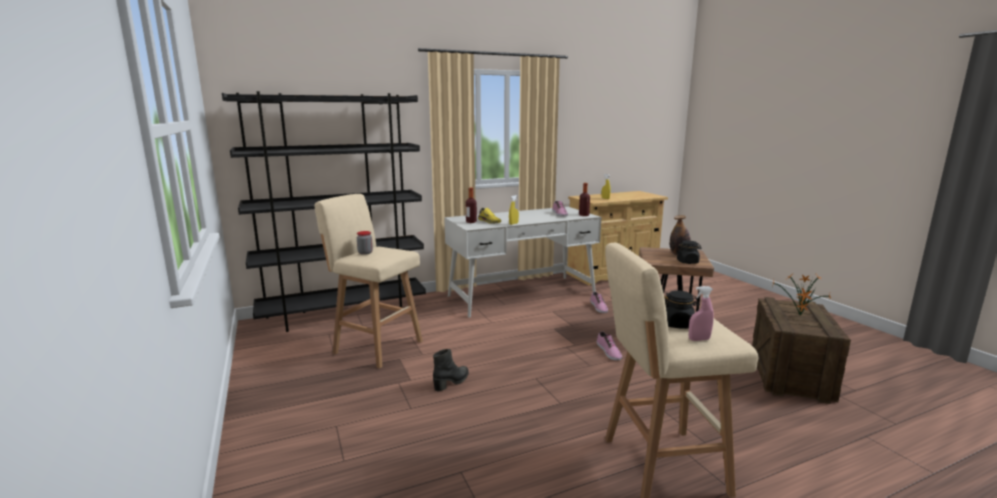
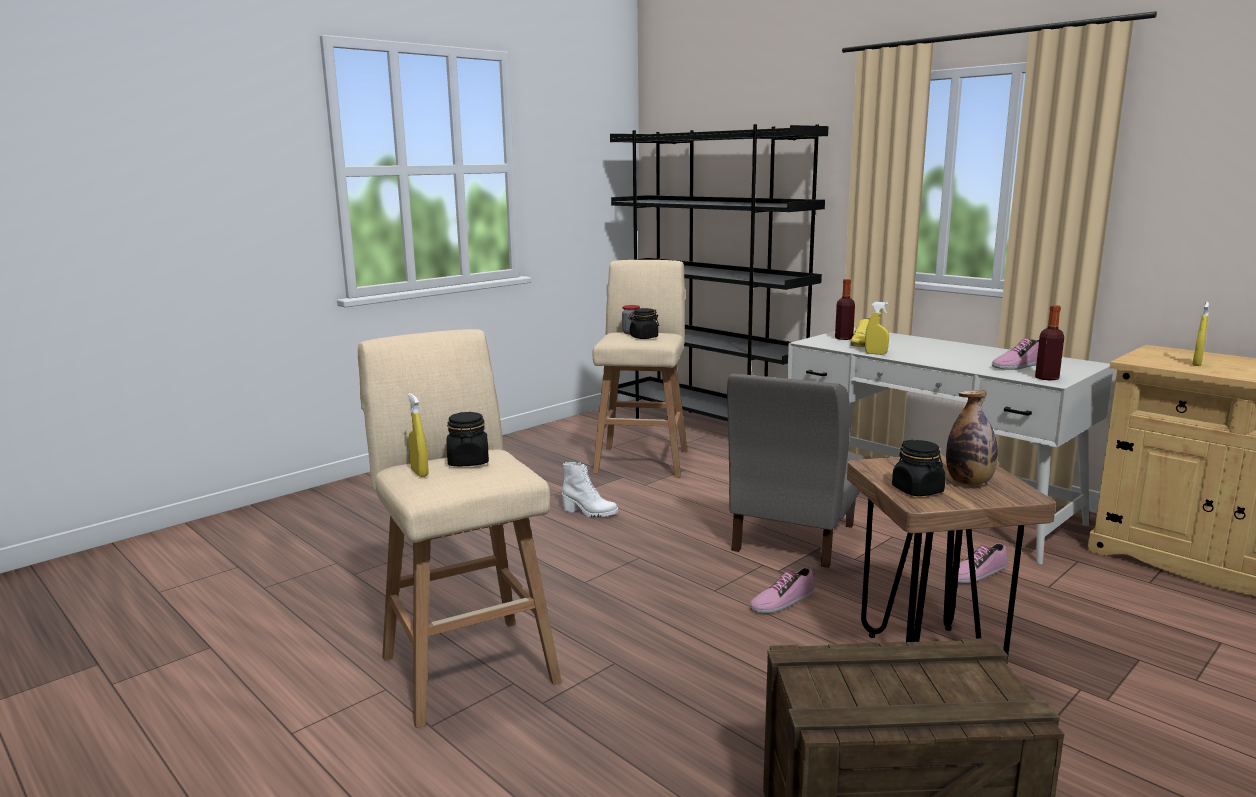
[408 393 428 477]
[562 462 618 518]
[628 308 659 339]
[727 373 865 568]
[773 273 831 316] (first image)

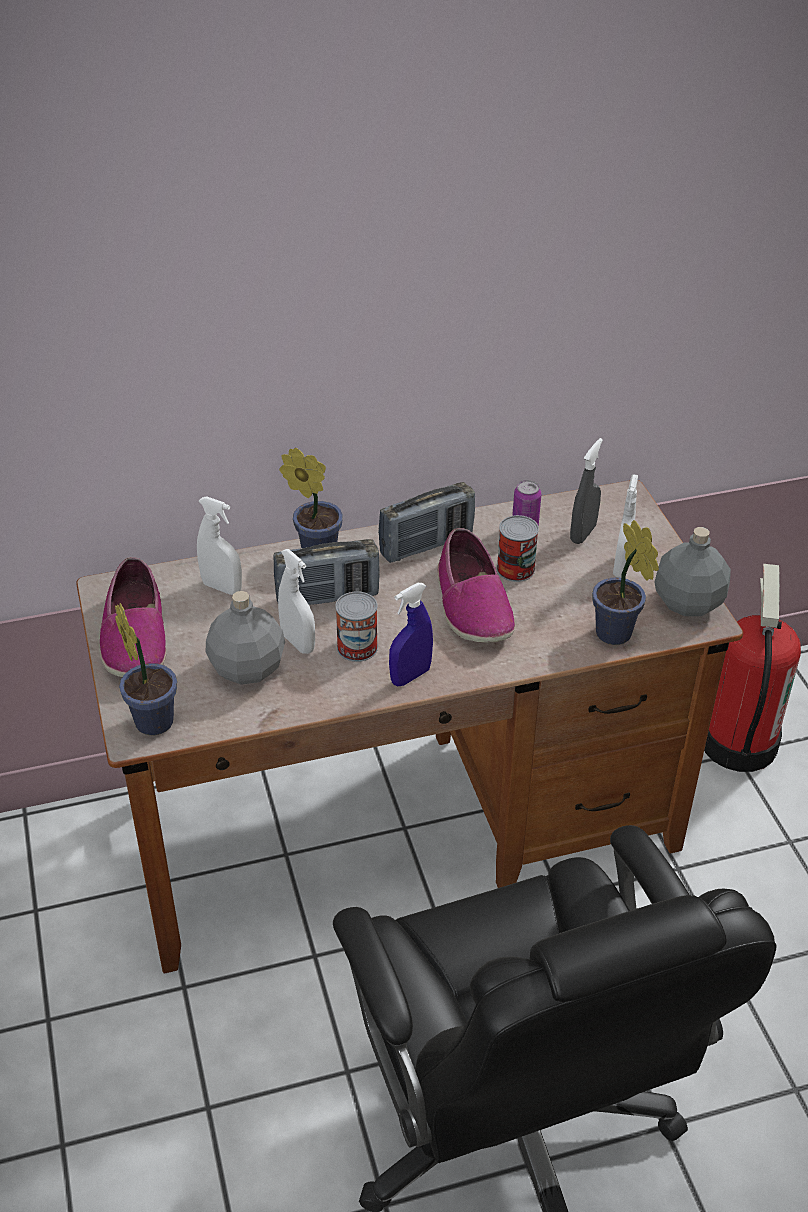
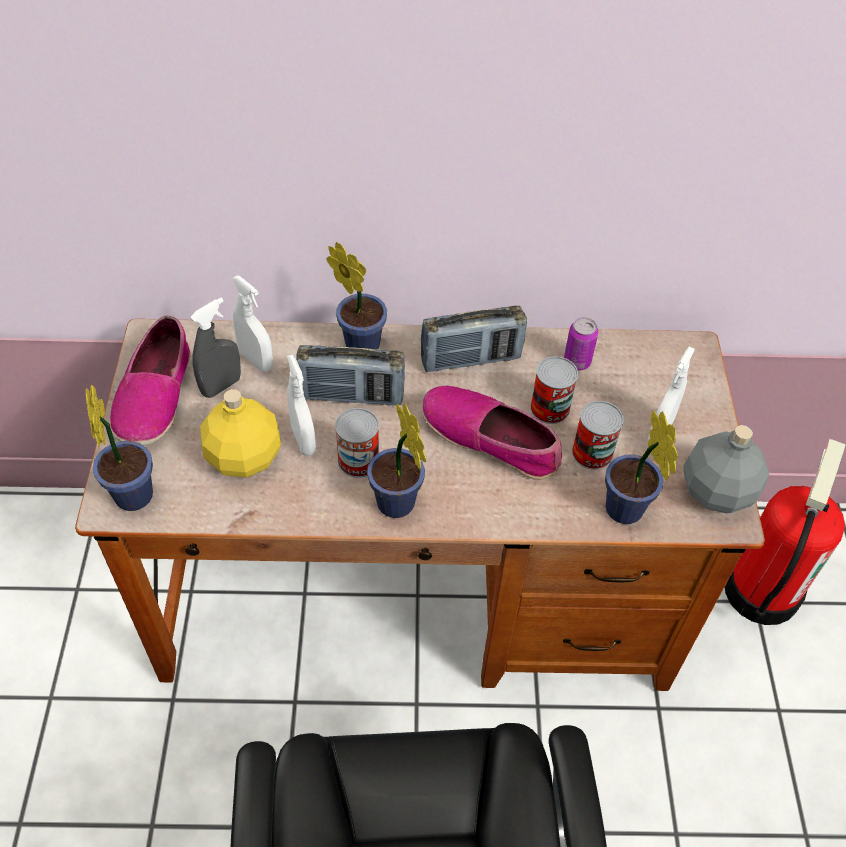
[190 297 241 398]
[200 389 281 478]
[367 403 426 518]
[421 386 562 480]
[572 401 624 470]

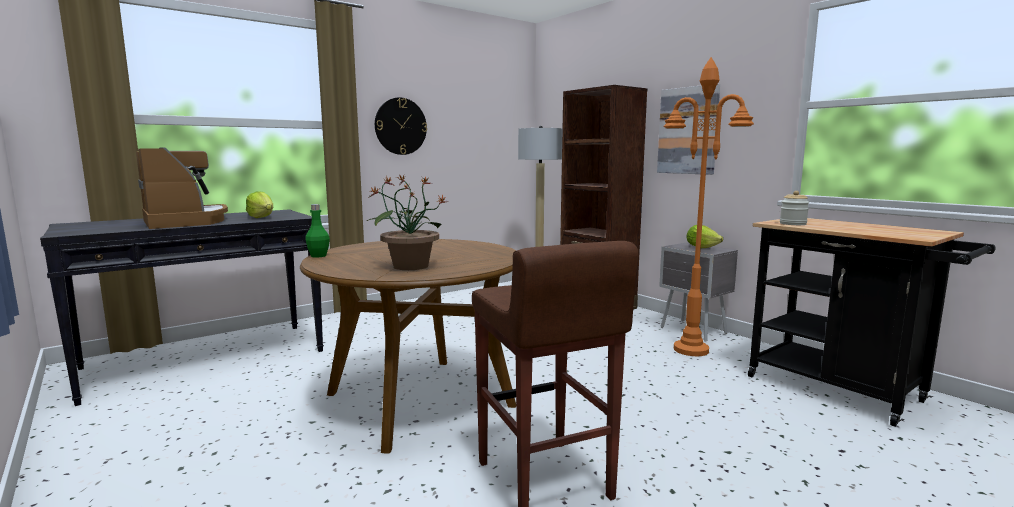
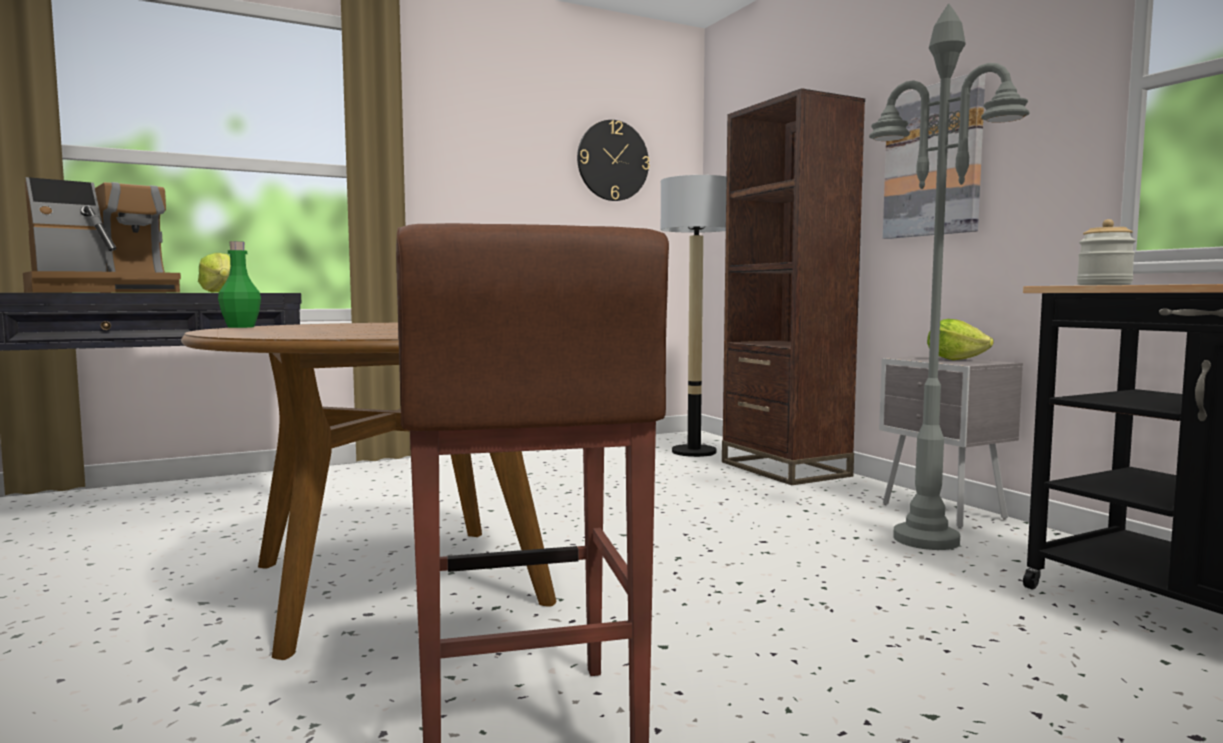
[23 177 181 293]
[577 120 650 201]
[869 4 1029 550]
[367 174 449 270] (first image)

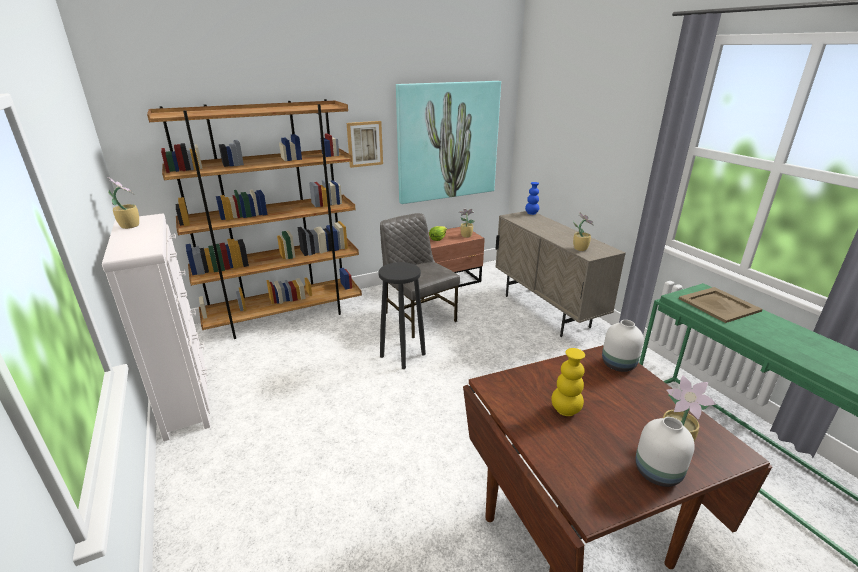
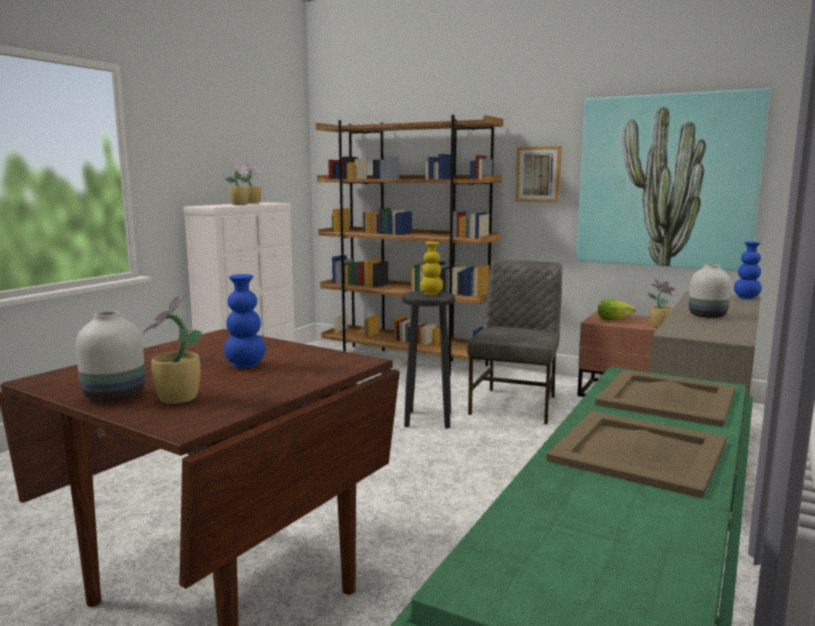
[224 274 266 368]
[225 160 250 205]
[420 242 443 295]
[546 411 726 499]
[689 264 731 318]

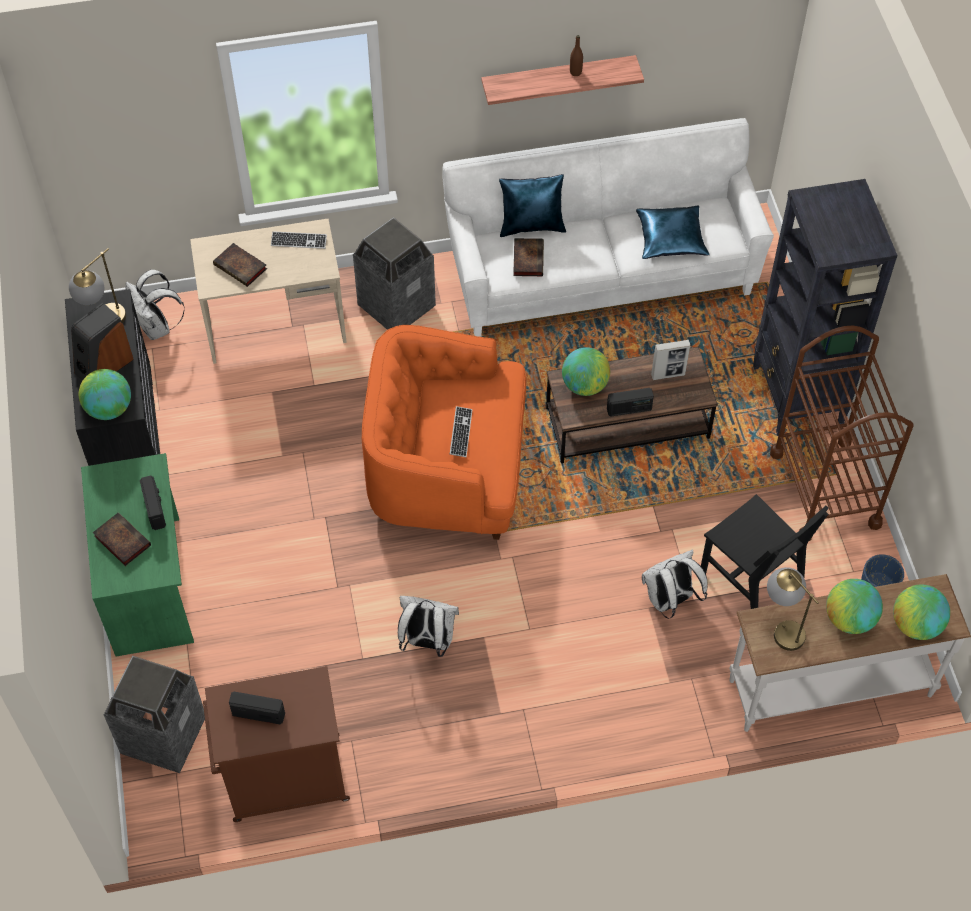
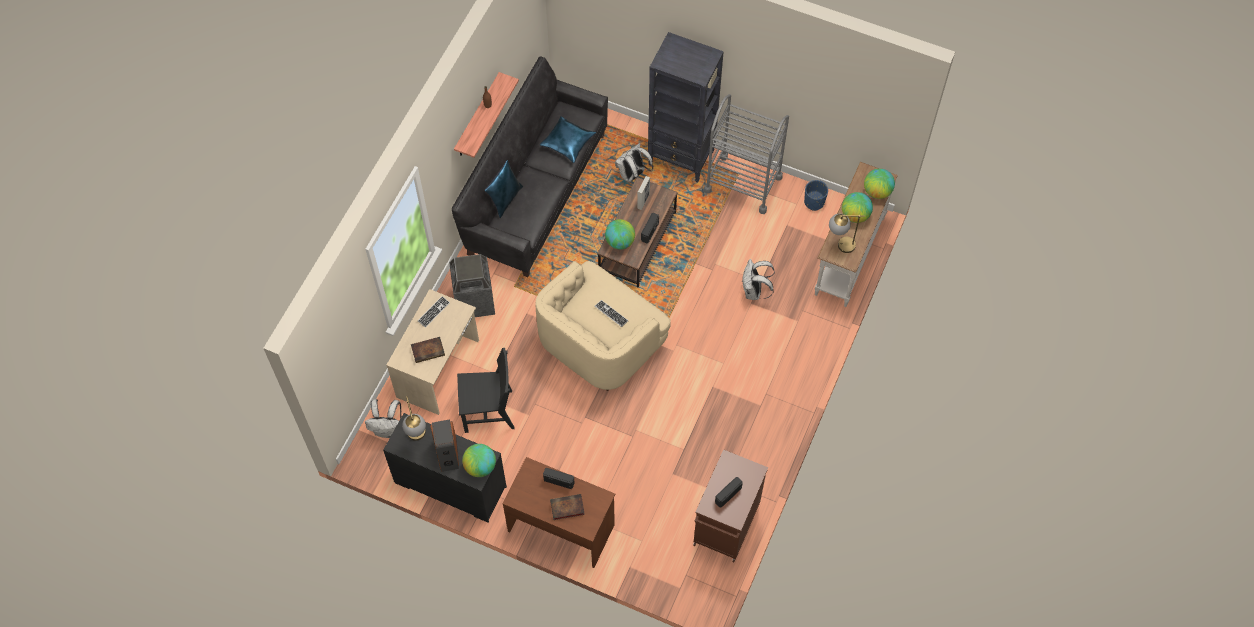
[452 56 608 277]
[457 348 514 433]
[502 457 616 568]
[536 261 671 391]
[615 143 653 184]
[704 94 789 214]
[104 656 205 773] (first image)
[513 238 544 276] (first image)

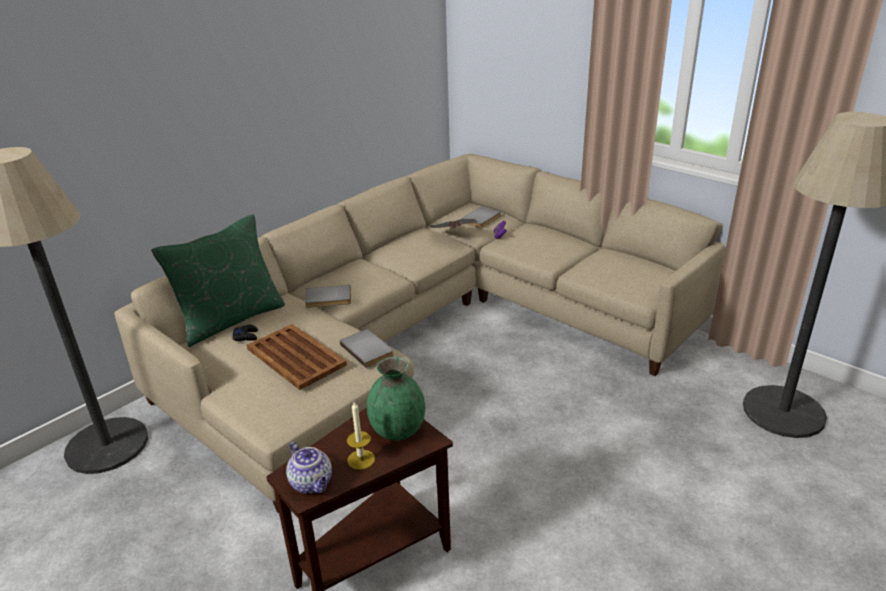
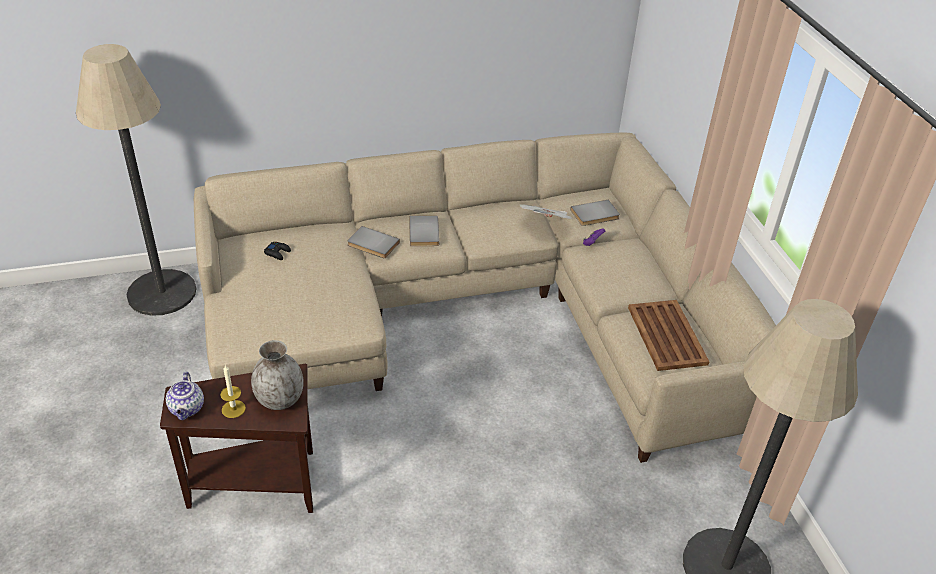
[251 340 303 410]
[409 216 439 246]
[628 300 710 371]
[151 214 285 347] (first image)

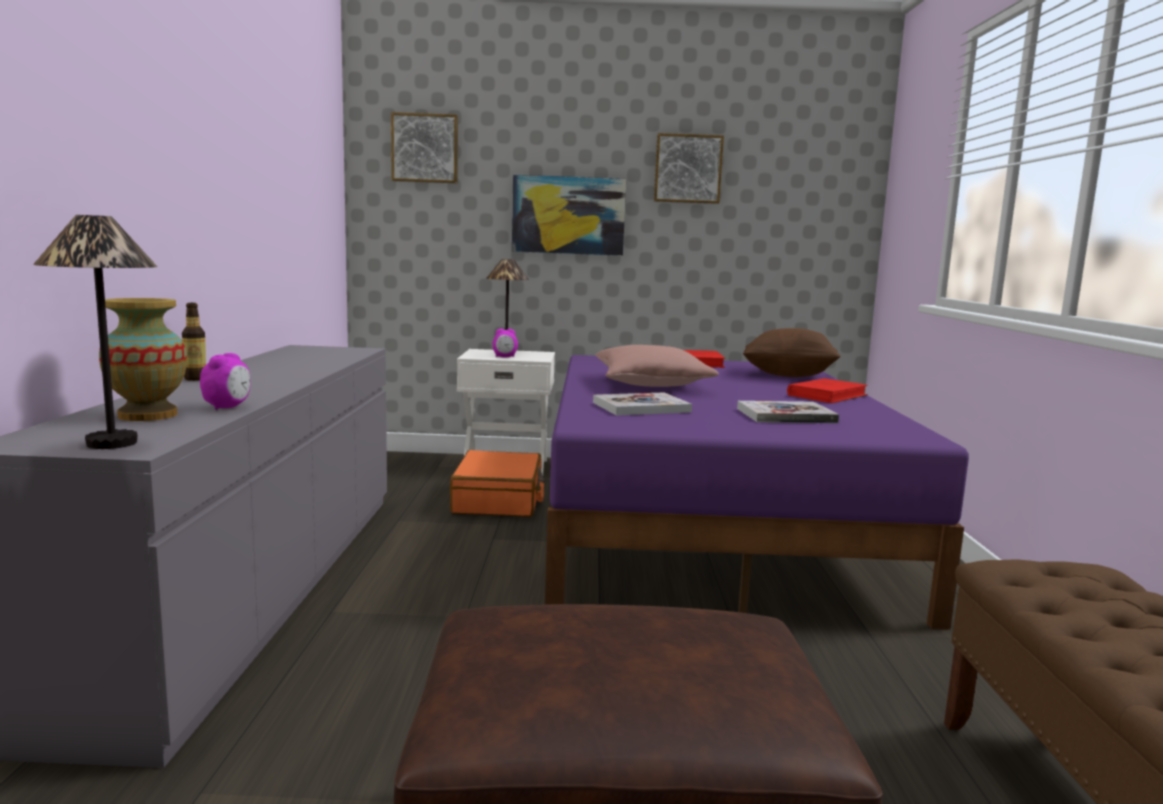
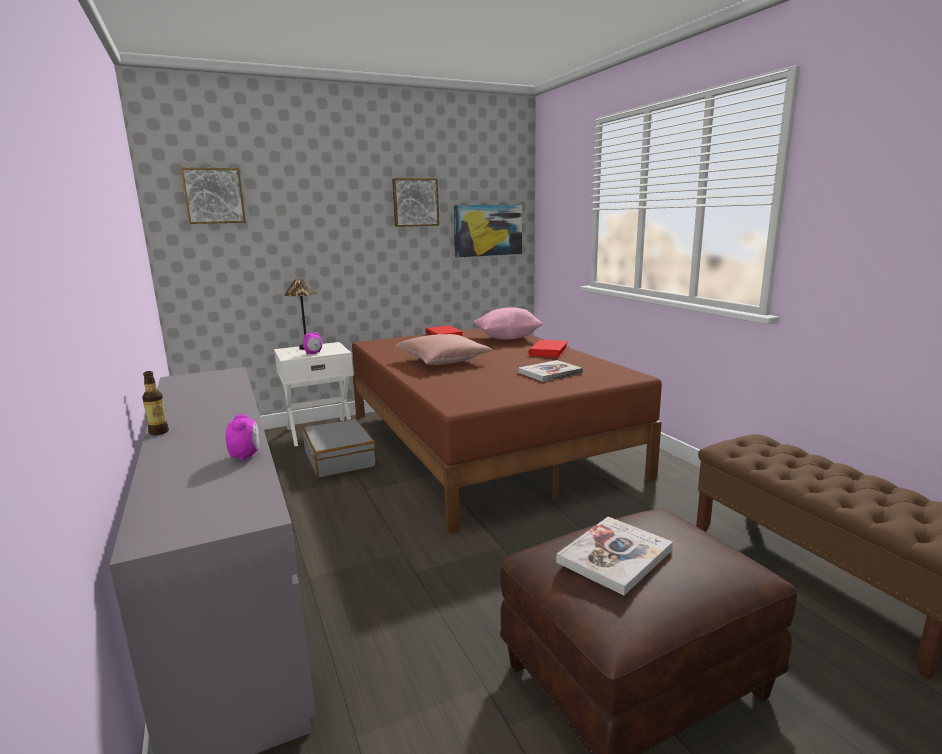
[302 419 377 478]
[352 328 662 533]
[453 204 522 258]
[474 308 543 340]
[556 517 673 596]
[33 215 158 449] (first image)
[99 298 187 421] (first image)

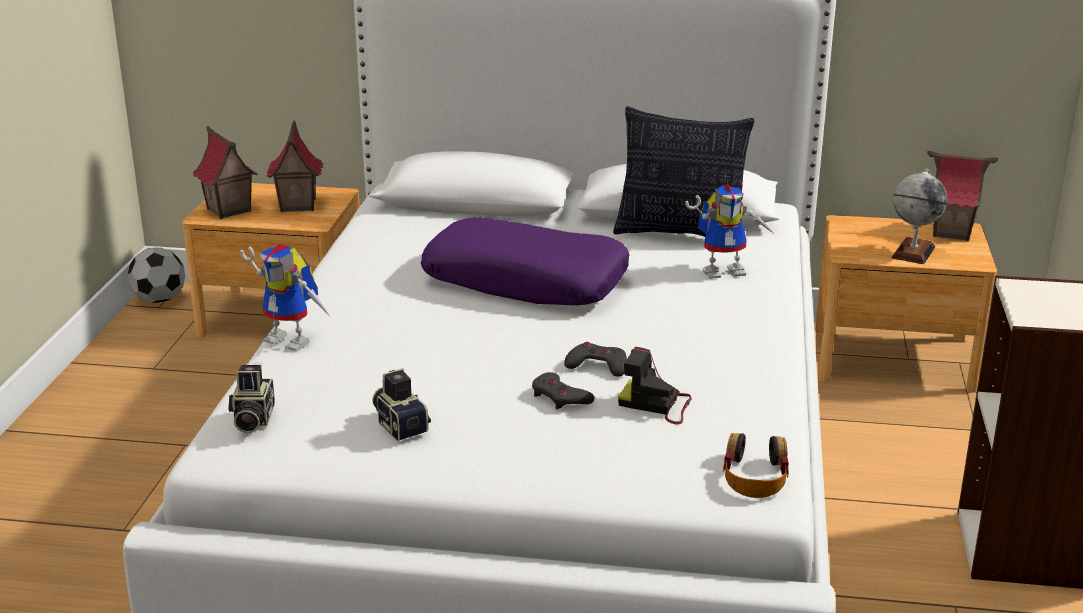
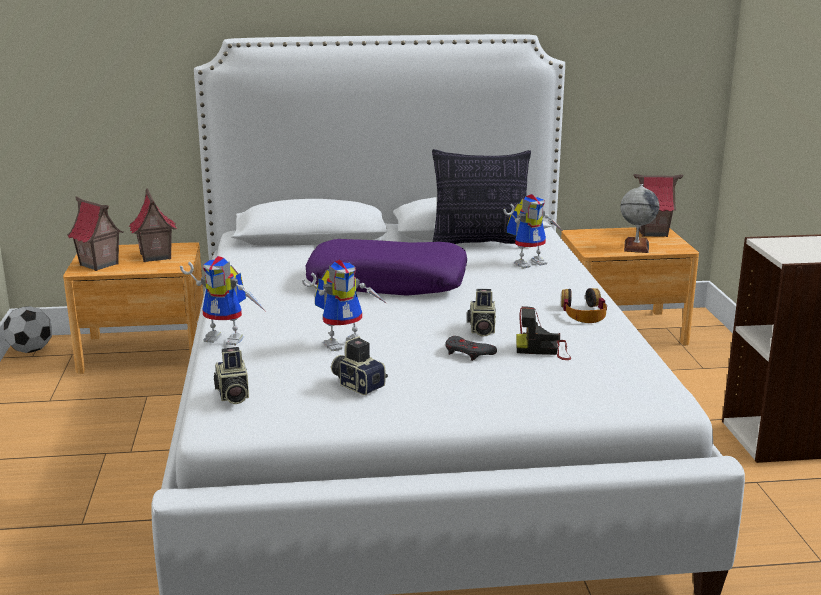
[302 260 386 351]
[467 289 496 336]
[561 288 607 323]

